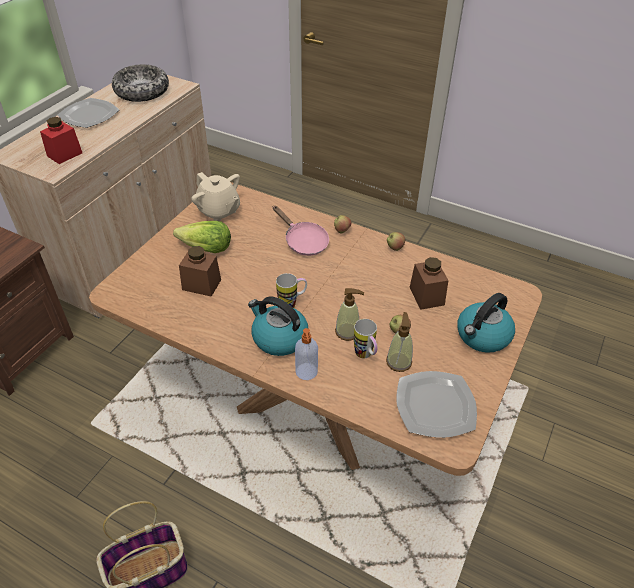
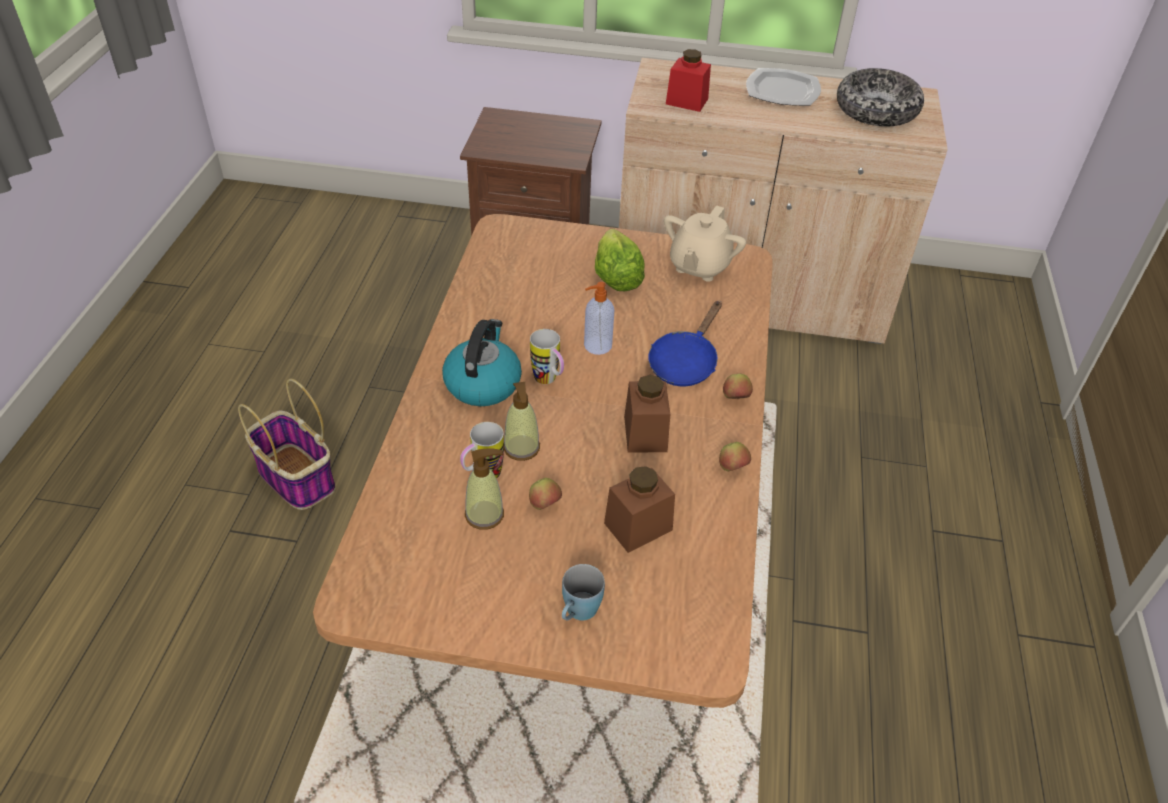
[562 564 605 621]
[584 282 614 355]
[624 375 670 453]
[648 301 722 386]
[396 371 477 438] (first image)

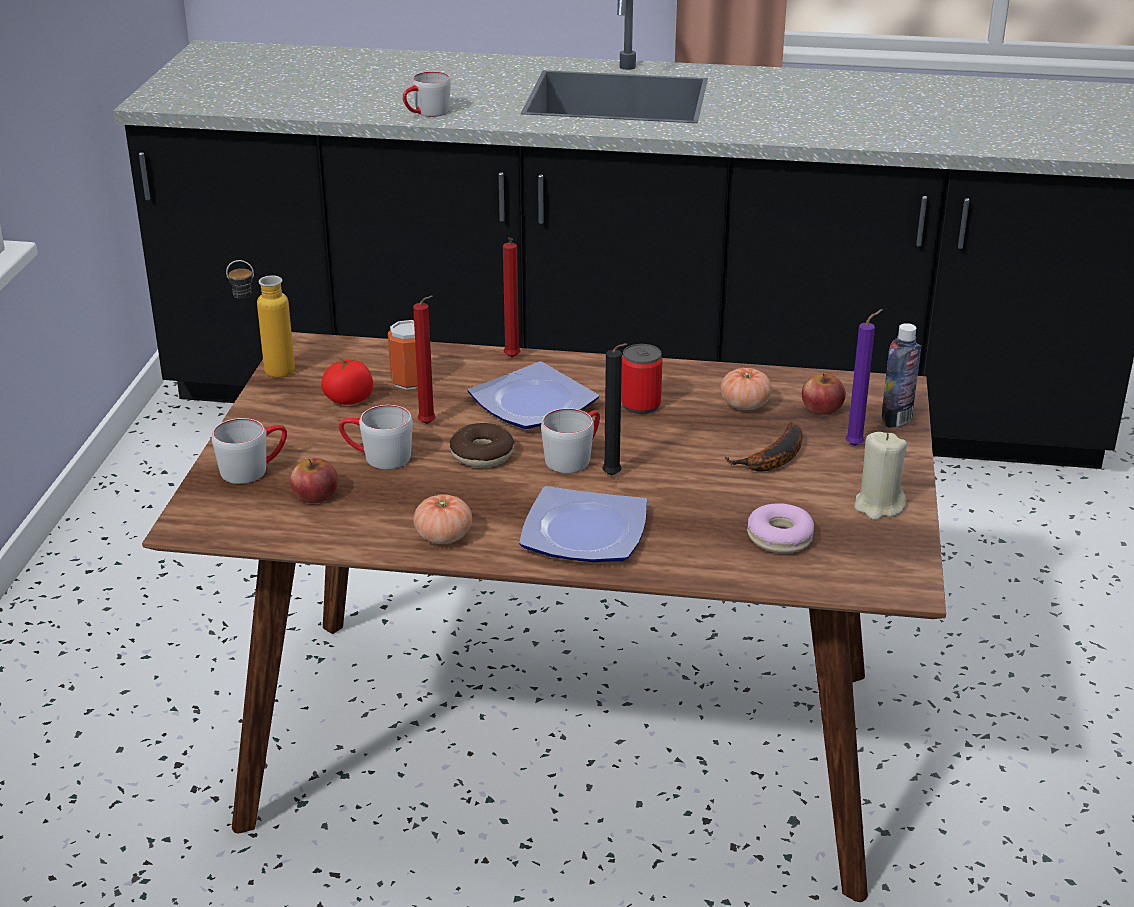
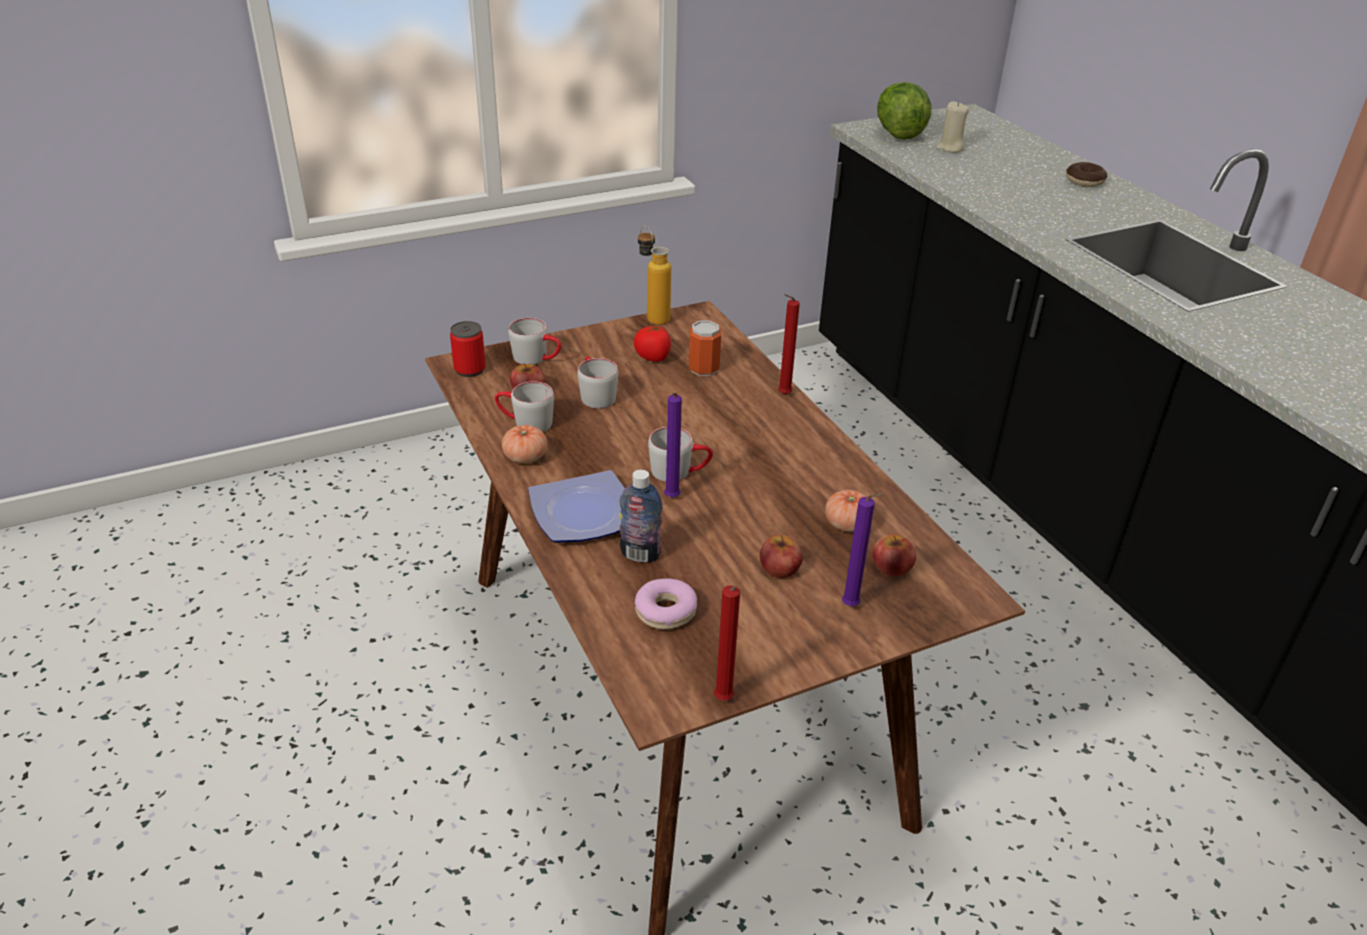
[450 321 486 377]
[495 381 554 432]
[619 470 663 562]
[664 393 682 498]
[714 585 740 701]
[760 535 803 578]
[877 82 932 140]
[936 101 969 152]
[1066 162 1107 187]
[468 361 599 429] (first image)

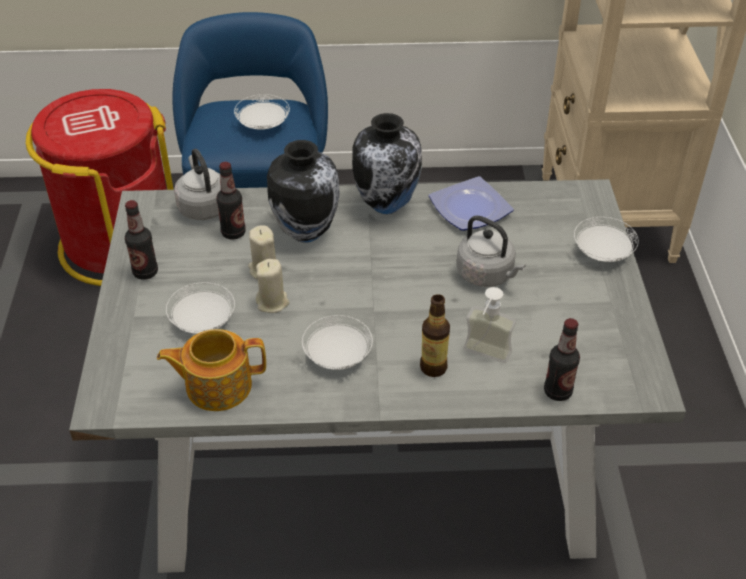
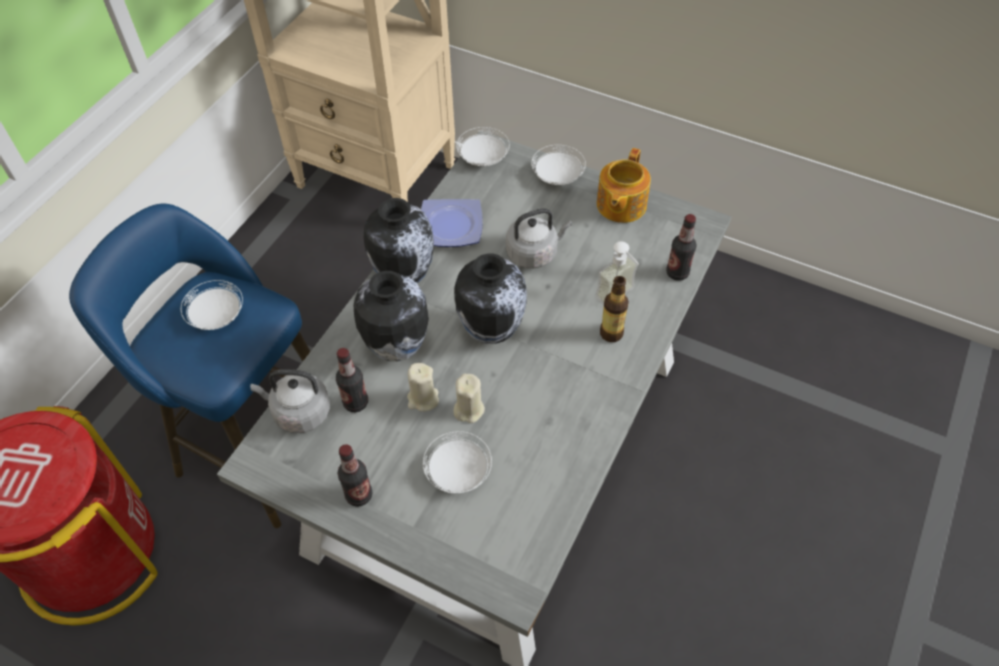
[454 253 527 344]
[456 127 510 166]
[597 148 651 223]

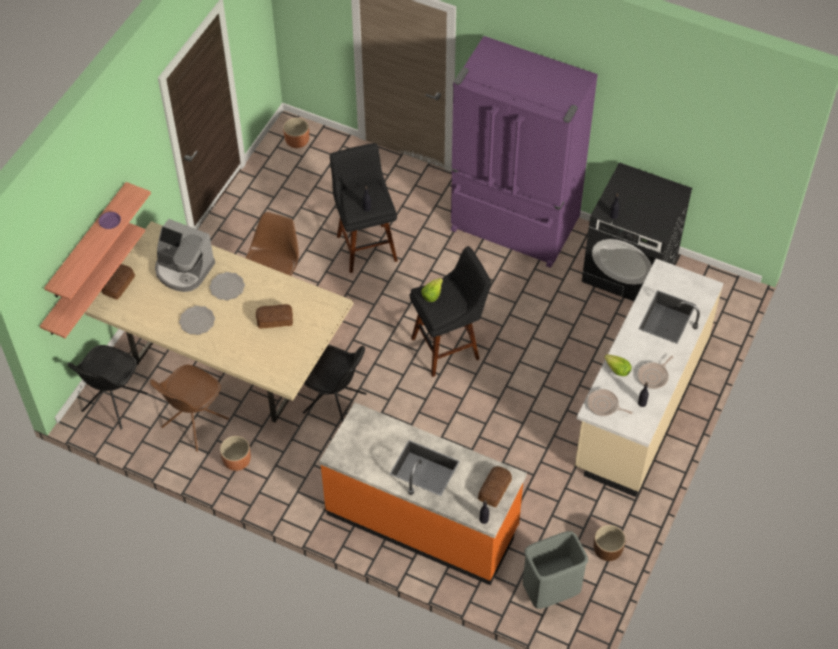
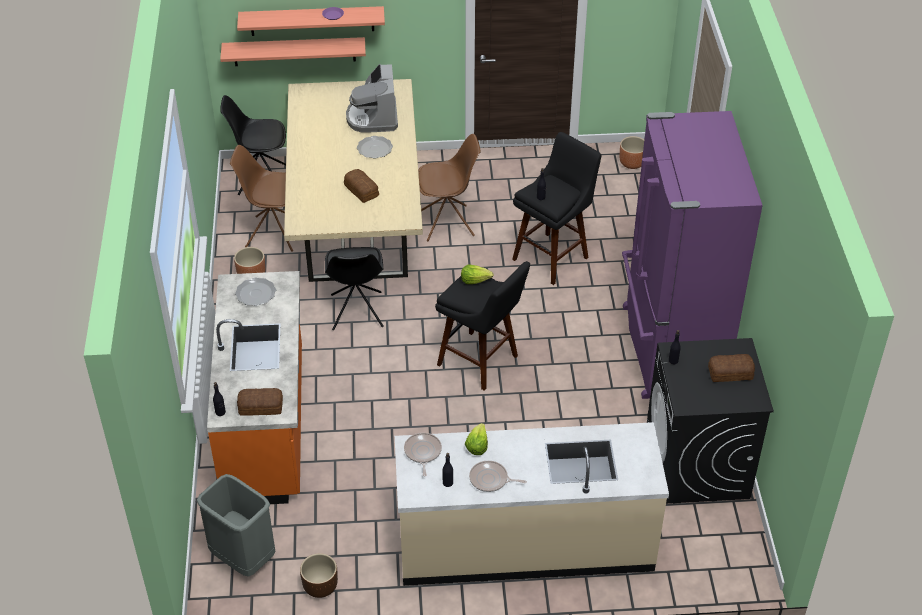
[235 278 276 306]
[708 354 755 382]

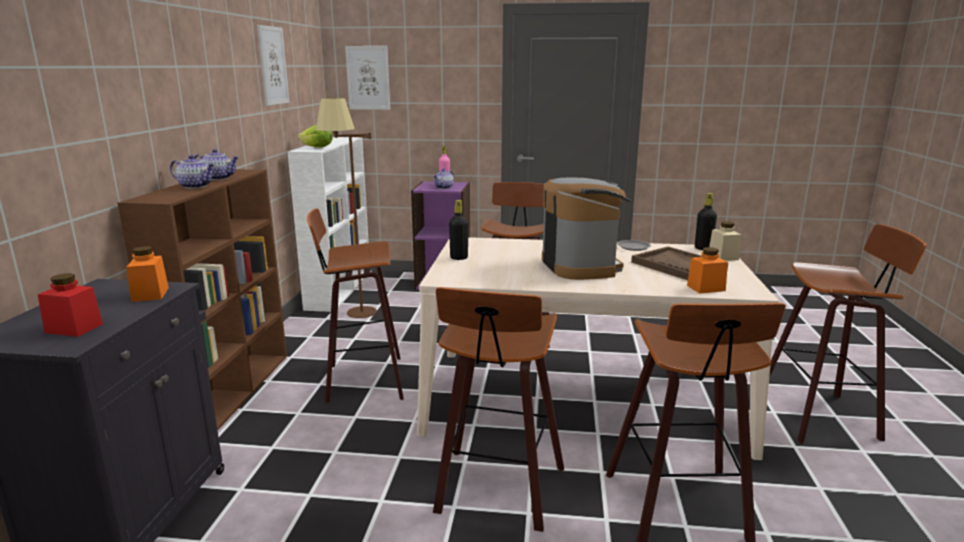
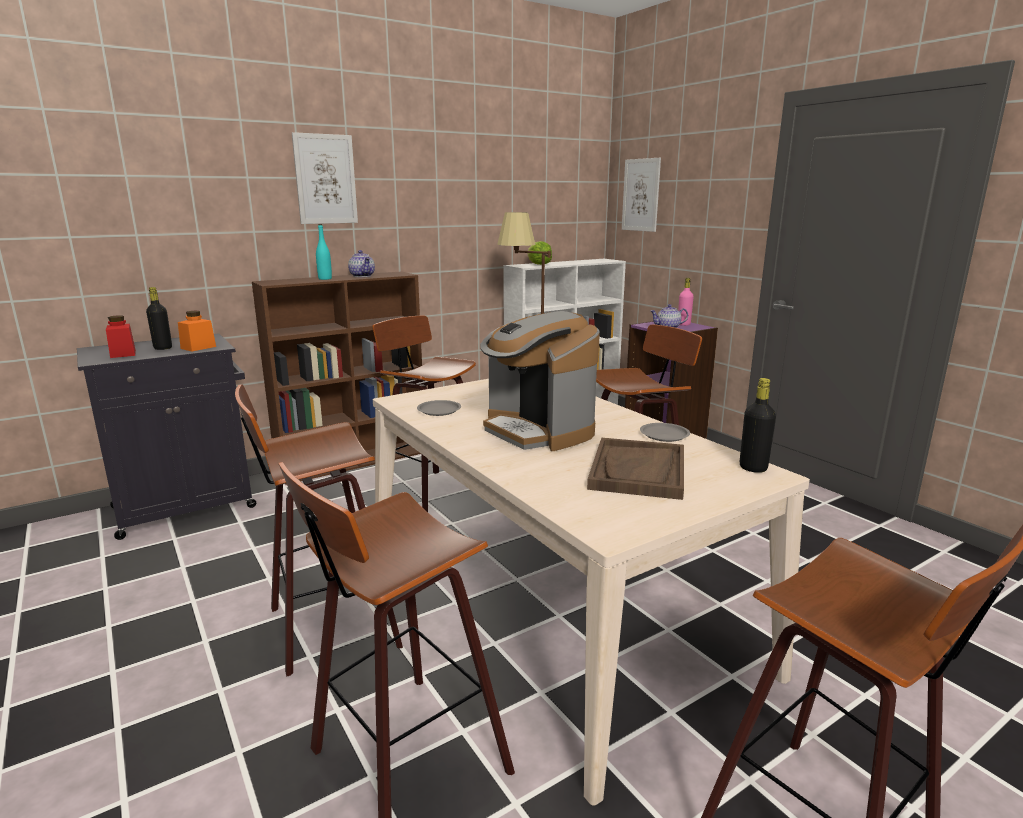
[146 287 172 350]
[292 132 358 224]
[316 224 332 280]
[417 400 461 416]
[480 311 600 451]
[687 247 728 294] (first image)
[709 221 741 261] (first image)

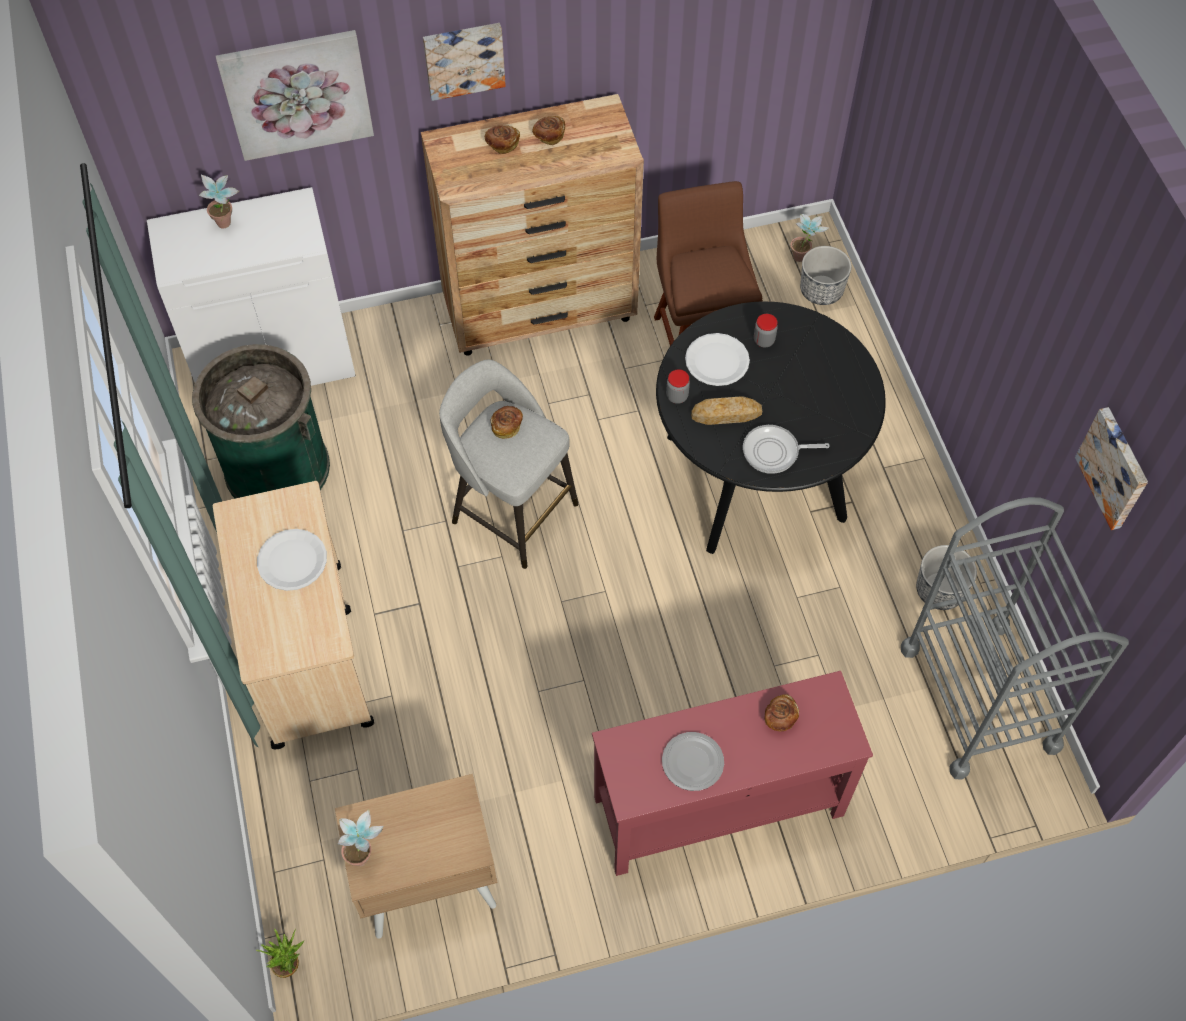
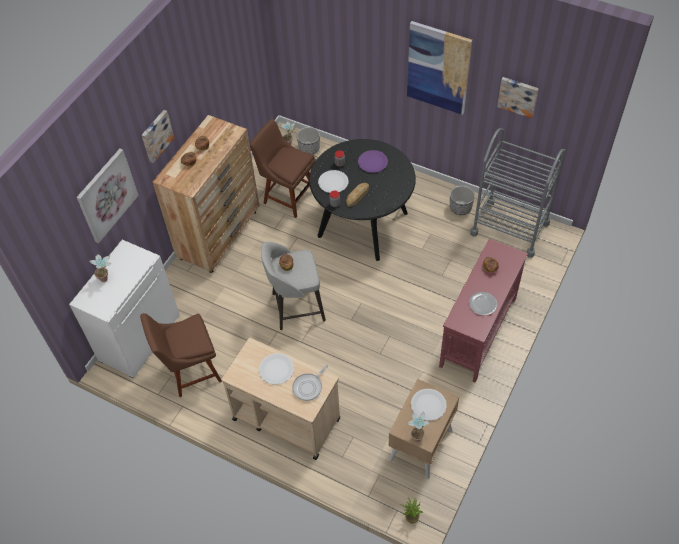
[140 313 222 397]
[292 365 328 401]
[358 150 388 173]
[407 21 472 115]
[411 389 447 421]

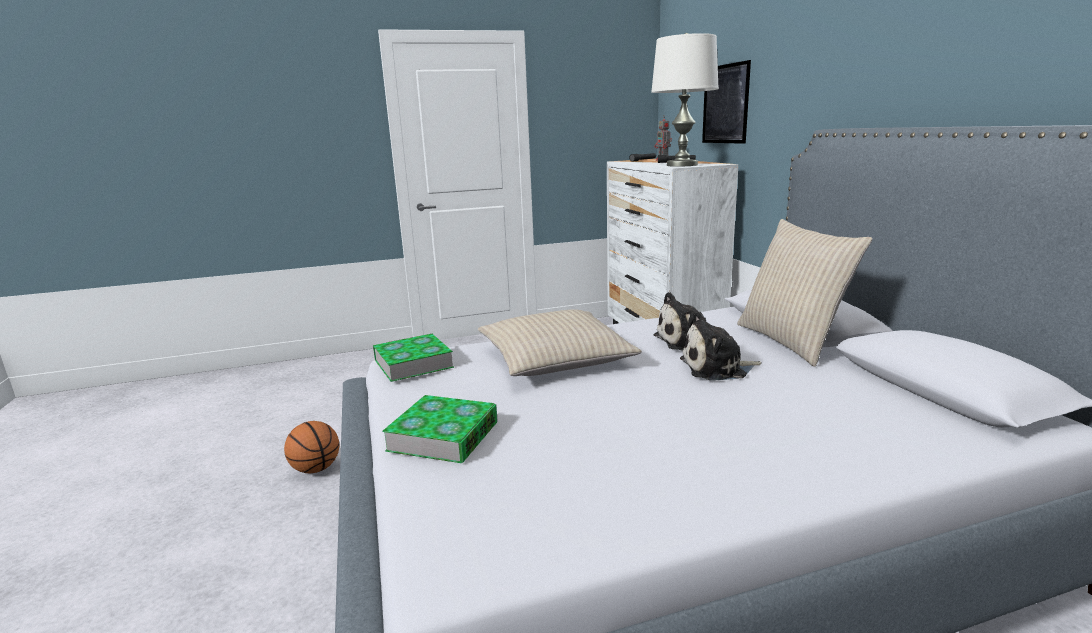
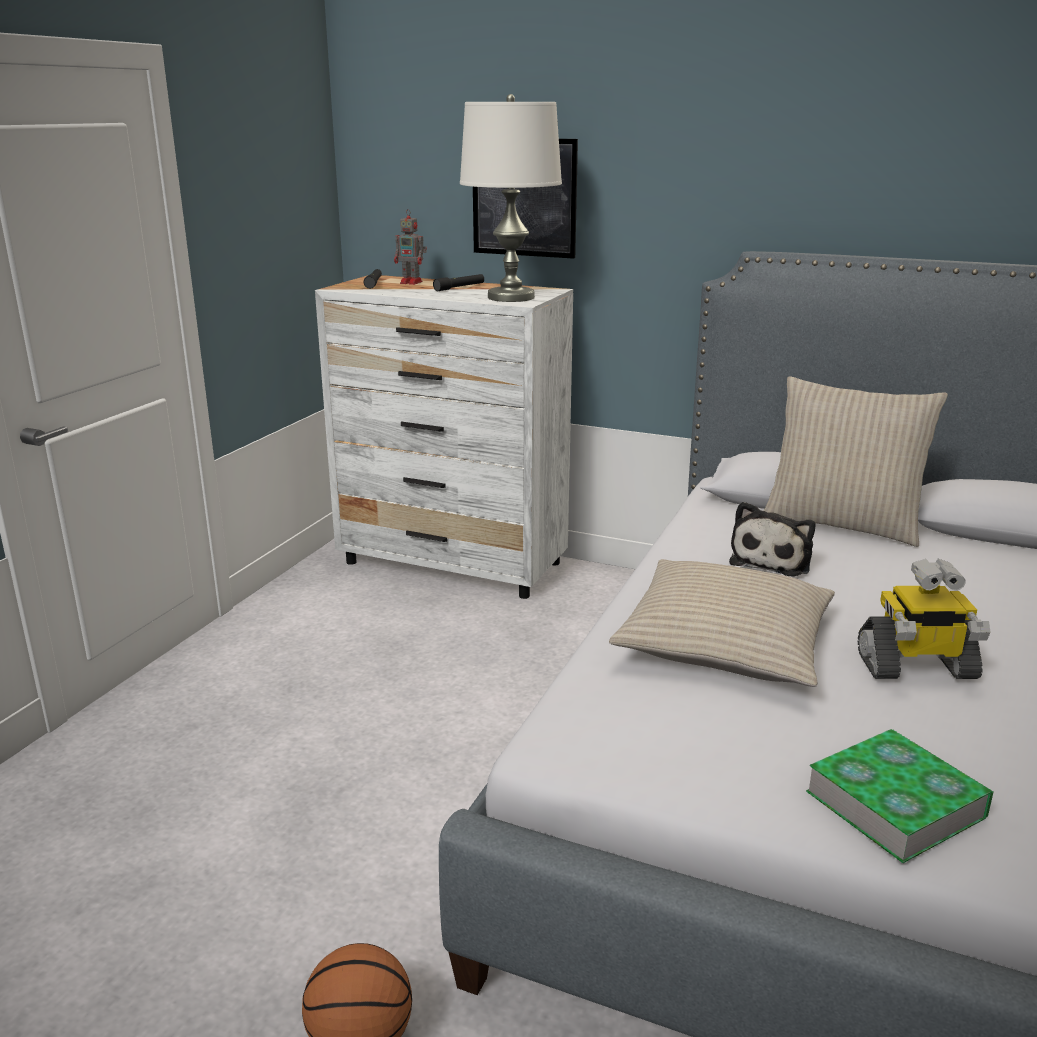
[857 559 990 679]
[373 333 454 382] (first image)
[680 311 762 381] (first image)

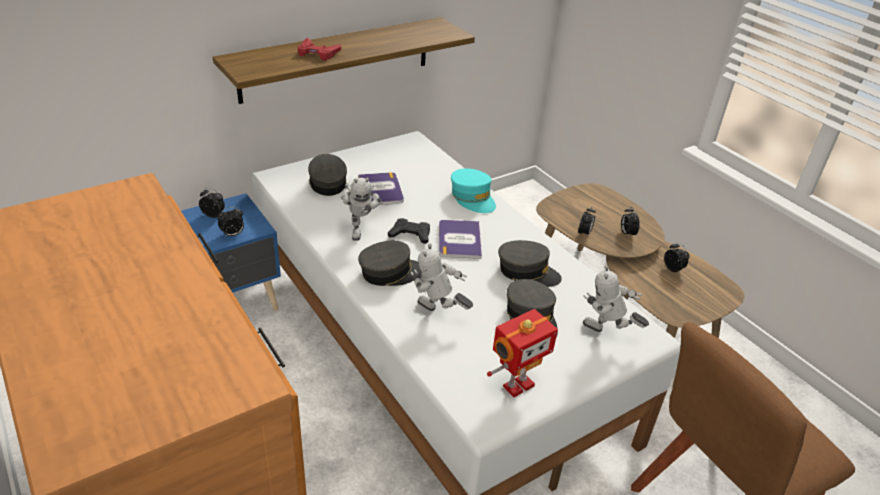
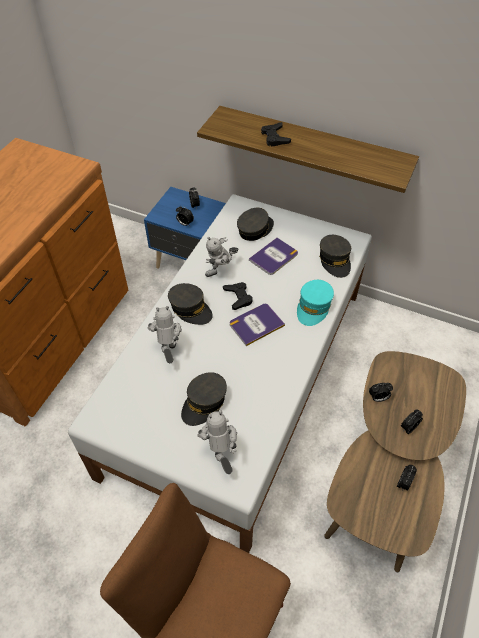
[261 122 291 147]
[319 235 351 278]
[487 309 558 397] (first image)

